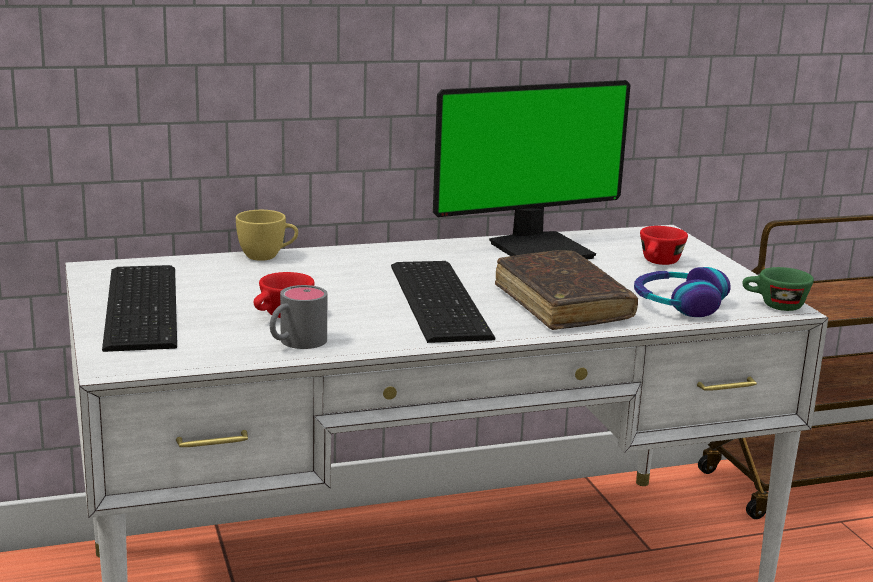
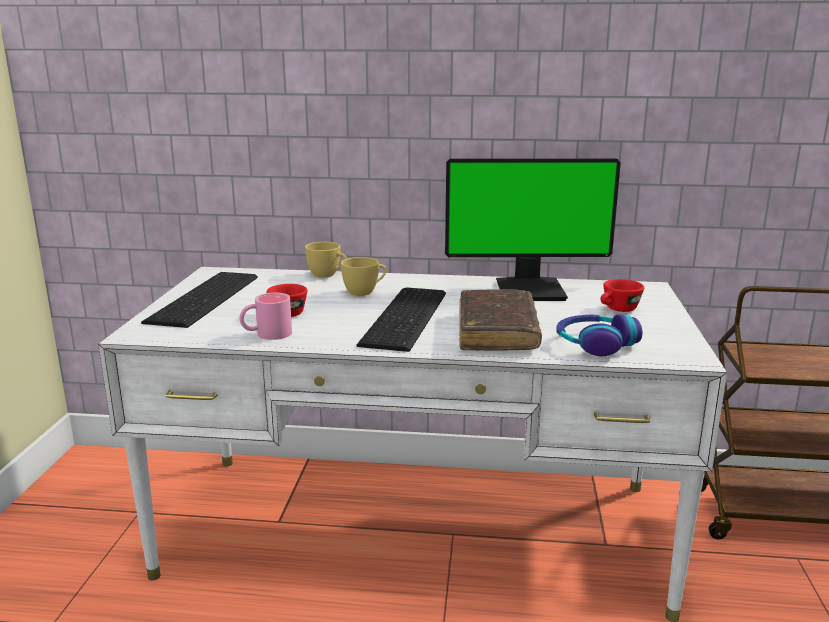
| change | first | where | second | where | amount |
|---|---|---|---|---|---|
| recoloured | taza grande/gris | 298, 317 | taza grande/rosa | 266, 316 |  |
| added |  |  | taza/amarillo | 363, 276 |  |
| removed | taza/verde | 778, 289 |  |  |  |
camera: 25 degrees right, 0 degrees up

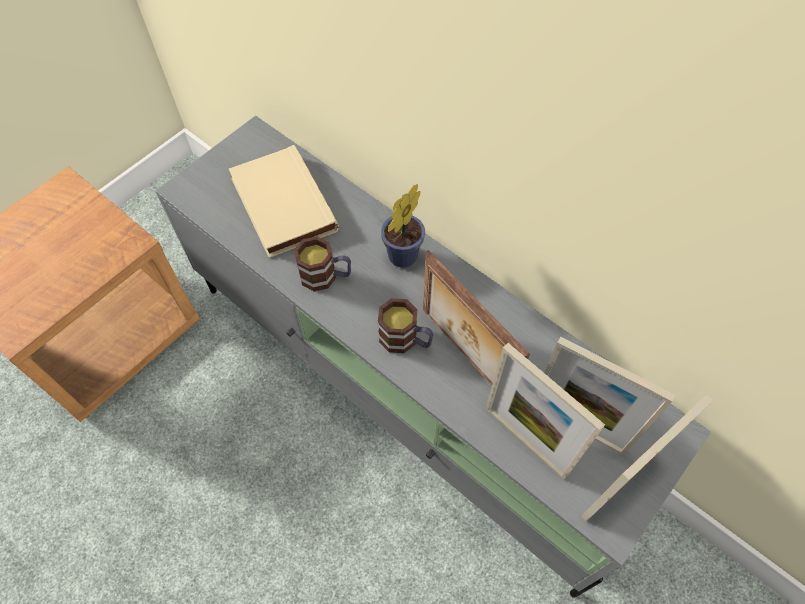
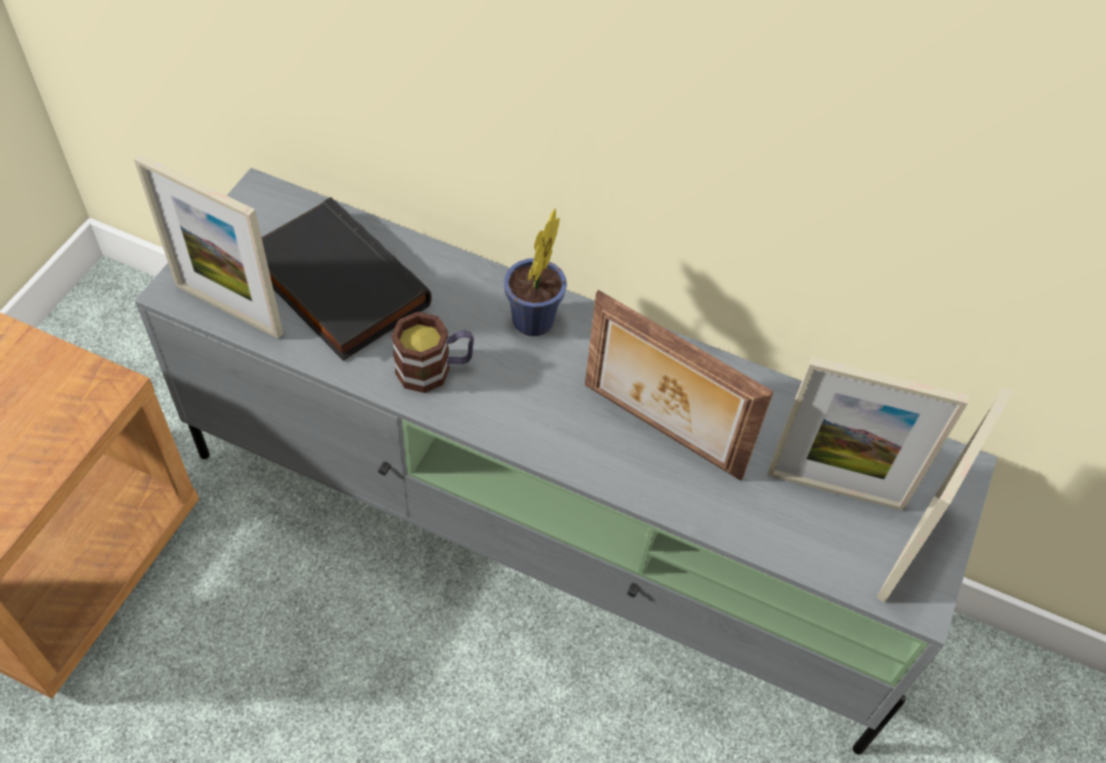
| change | first | where | second | where | amount |
|---|---|---|---|---|---|
| moved | portarretratos | 545, 411 |  | 208, 246 |  |
| recoloured | libro/beis | 284, 201 | libro/negro | 346, 279 |  |
| removed | taza grande | 406, 325 |  |  |  |
camera: 20 degrees left, 5 degrees down

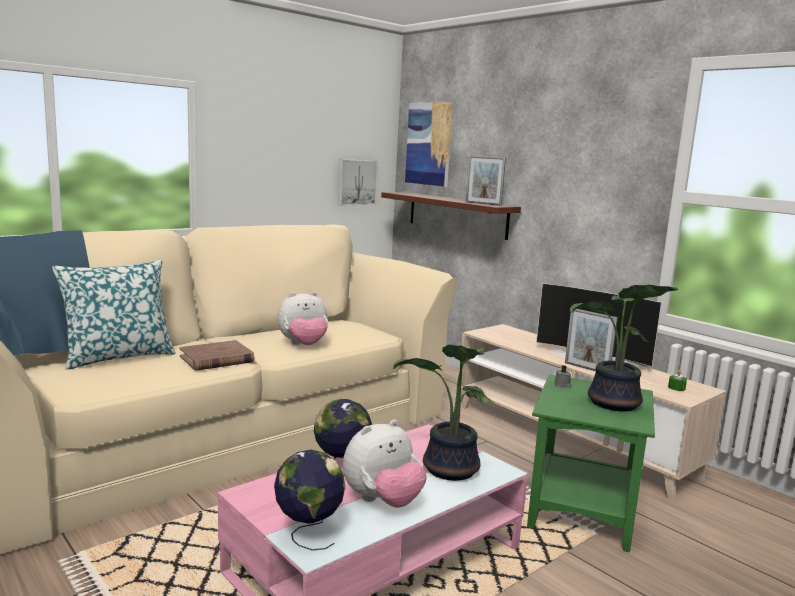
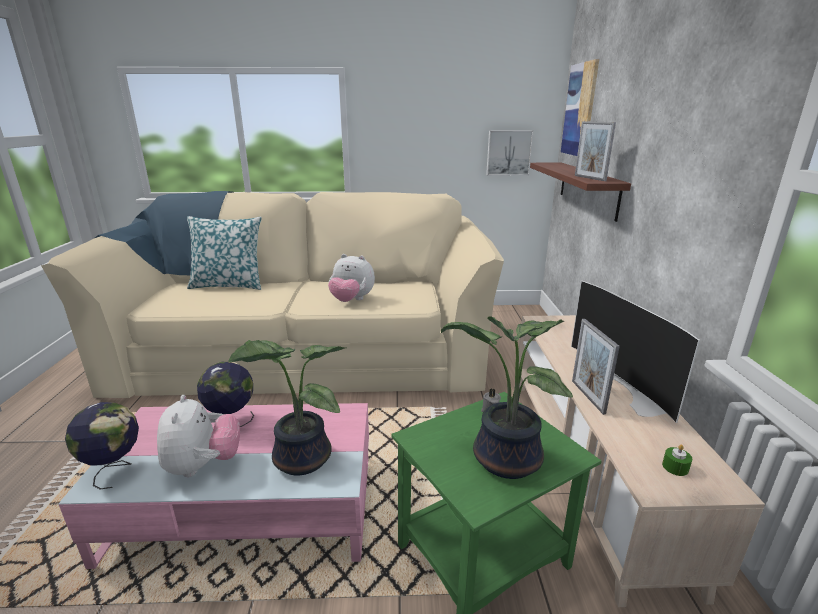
| change | first | where | second | where | amount |
|---|---|---|---|---|---|
| turned | peluche | 385, 463 |  | 198, 436 | 105 degrees counterclockwise |
| removed | libro/marrón | 216, 355 |  |  |  |
camera: 40 degrees right, 10 degrees up

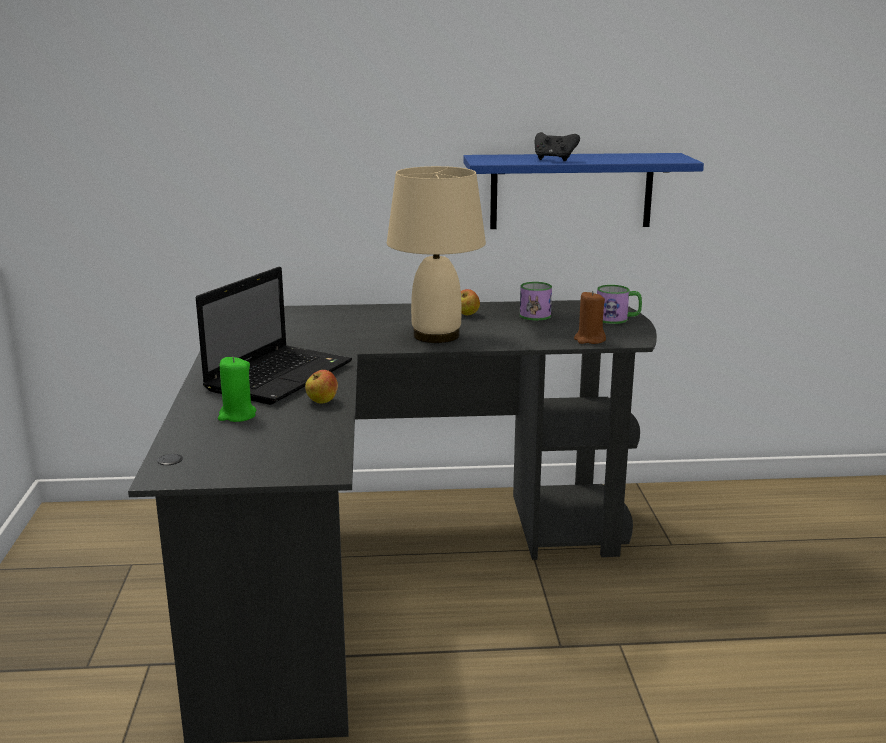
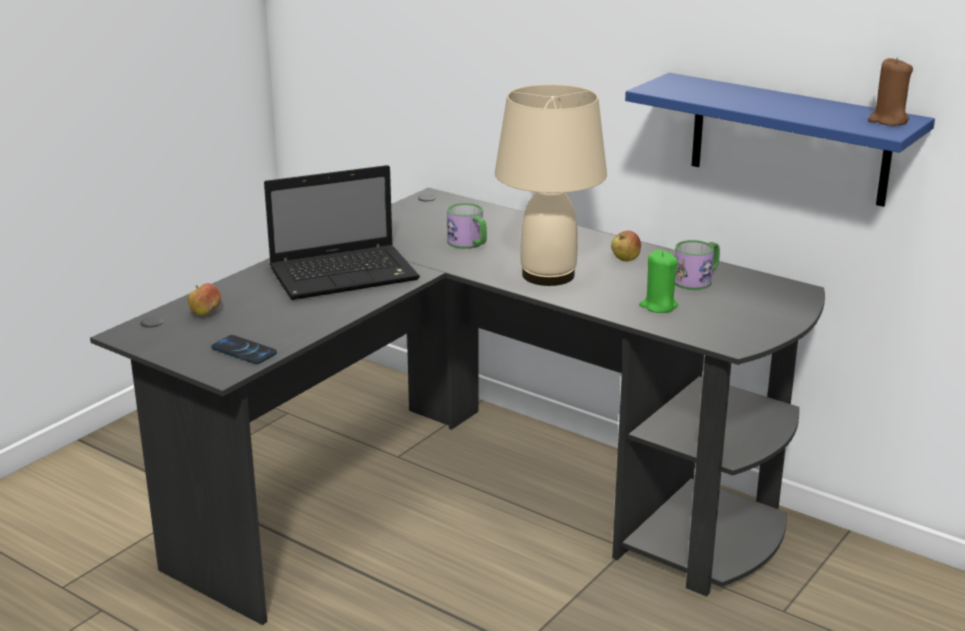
| change | first | where | second | where | amount |
|---|---|---|---|---|---|
| moved | manzana | 321, 386 |  | 204, 299 |  |
| added |  |  | móvil | 244, 349 |  |
| moved | taza grande | 619, 304 |  | 467, 226 |  |
| moved | vela/verde | 237, 389 |  | 658, 281 |  |
| moved | vela/marrón | 590, 317 |  | 890, 91 |  |
| removed | mando de consola/negro | 557, 146 |  |  |  |
camera: 40 degrees right, 5 degrees up

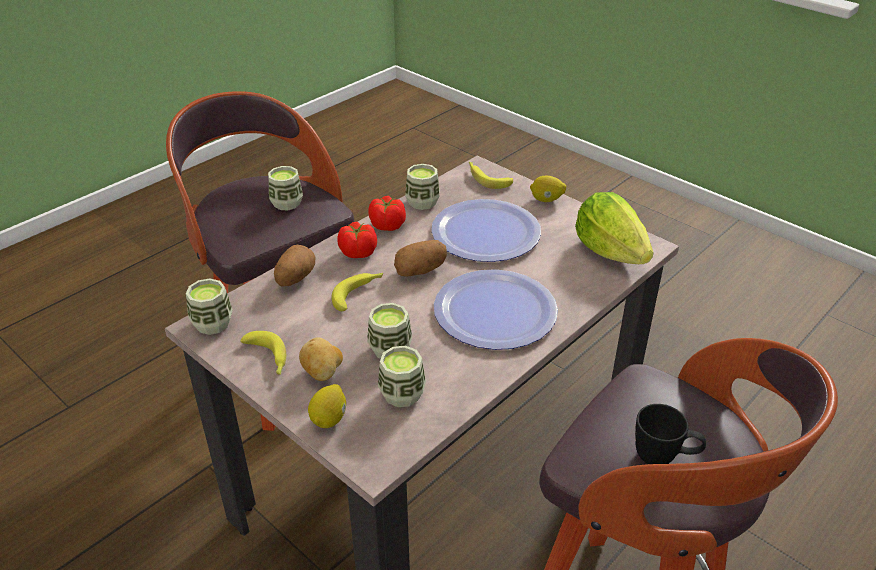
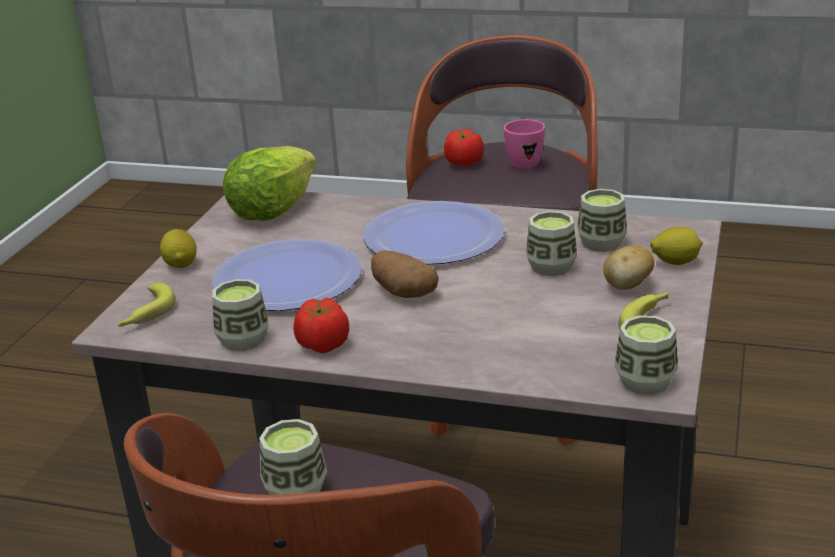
| change | first | where | second | where | amount |
|---|---|---|---|---|---|
| moved | tomate | 357, 240 |  | 464, 148 |  |
| recoloured | taza grande/negro | 670, 434 | taza grande/rosa | 524, 144 |  |
| removed | patata | 294, 266 |  |  |  |
| removed | plátano | 357, 292 |  |  |  |
camera: 115 degrees left, 10 degrees down

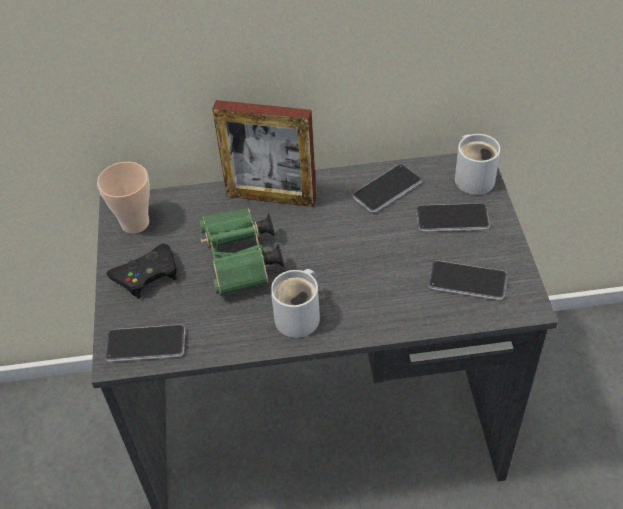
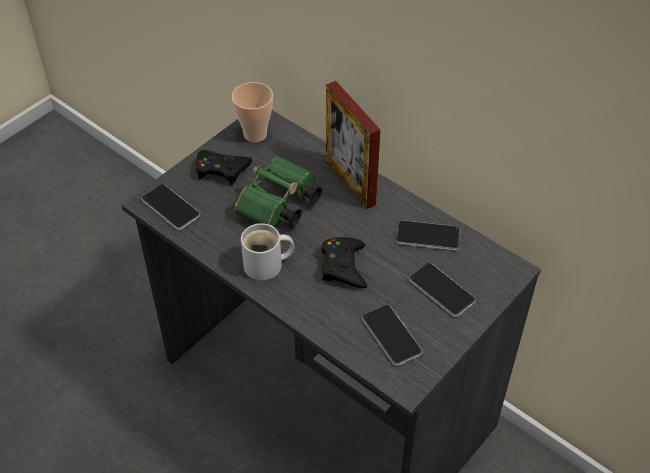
| change | first | where | second | where | amount |
|---|---|---|---|---|---|
| added |  |  | mando de consola/negro | 344, 262 |  |
| removed | taza grande/blanco | 478, 164 |  |  |  |
camera: 45 degrees right, 0 degrees up

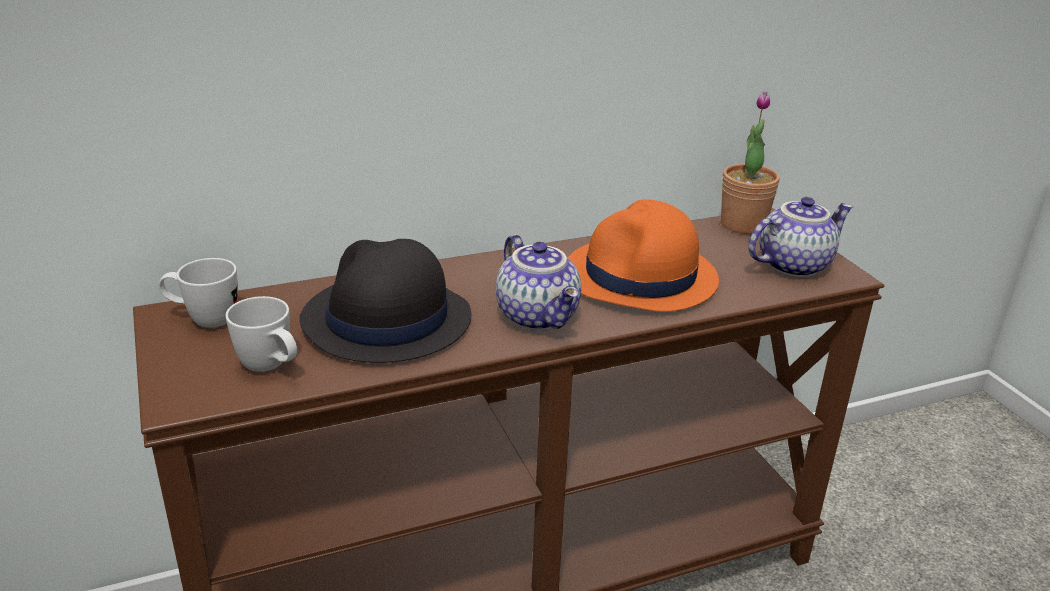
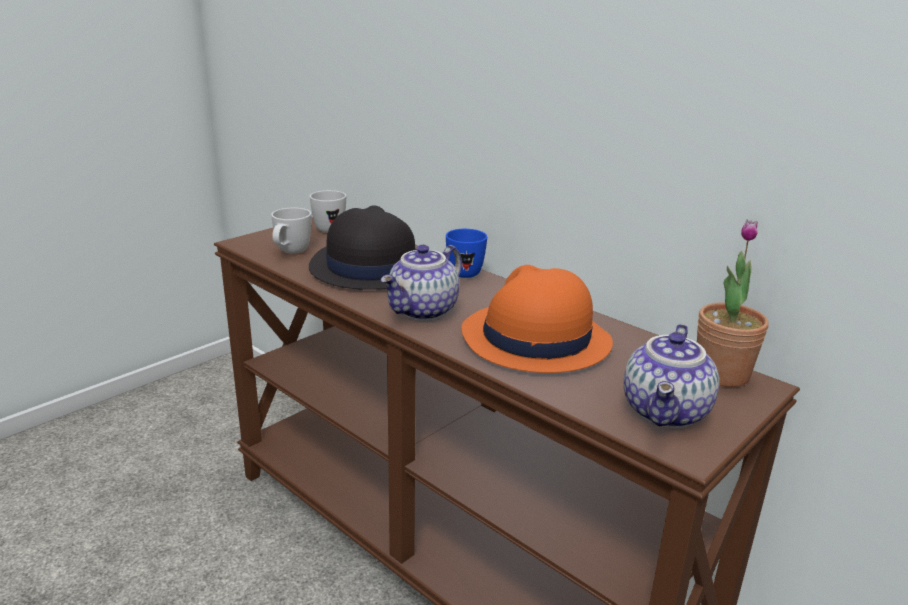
| change | first | where | second | where | amount |
|---|---|---|---|---|---|
| added |  |  | taza grande/azul | 466, 253 |  |
| turned | tetera | 800, 237 |  | 671, 376 | 75 degrees clockwise |
camera: 65 degrees right, 5 degrees down

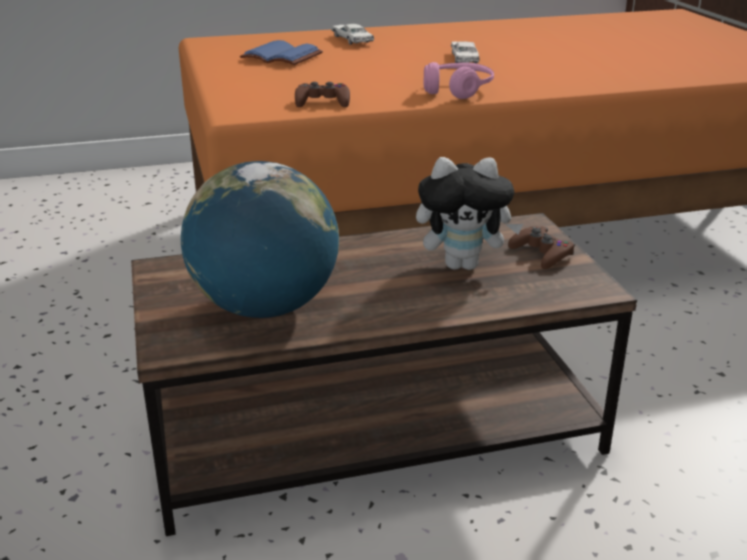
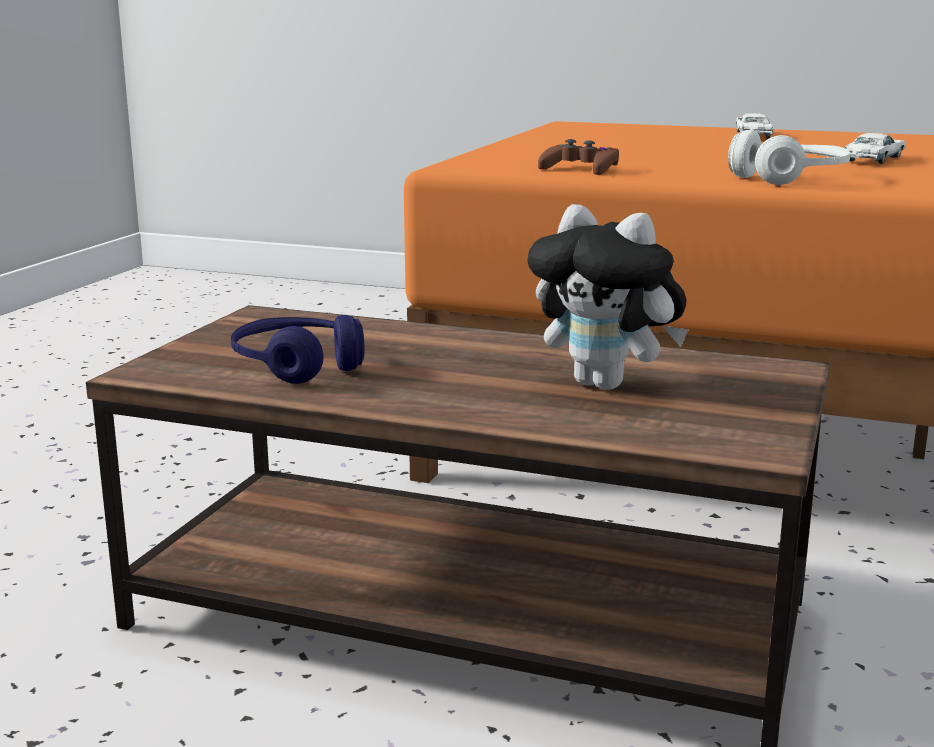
| change | first | where | second | where | amount |
|---|---|---|---|---|---|
| replaced | globo terráqueo | 260, 239 | auriculares/azul | 298, 349 |  |
| recoloured | auriculares/rosa | 459, 80 | auriculares/blanco | 789, 157 |  |
| removed | libro/azul | 281, 52 |  |  |  |
| removed | mando de consola/marrón | 541, 247 |  |  |  |
camera: 35 degrees right, 10 degrees down

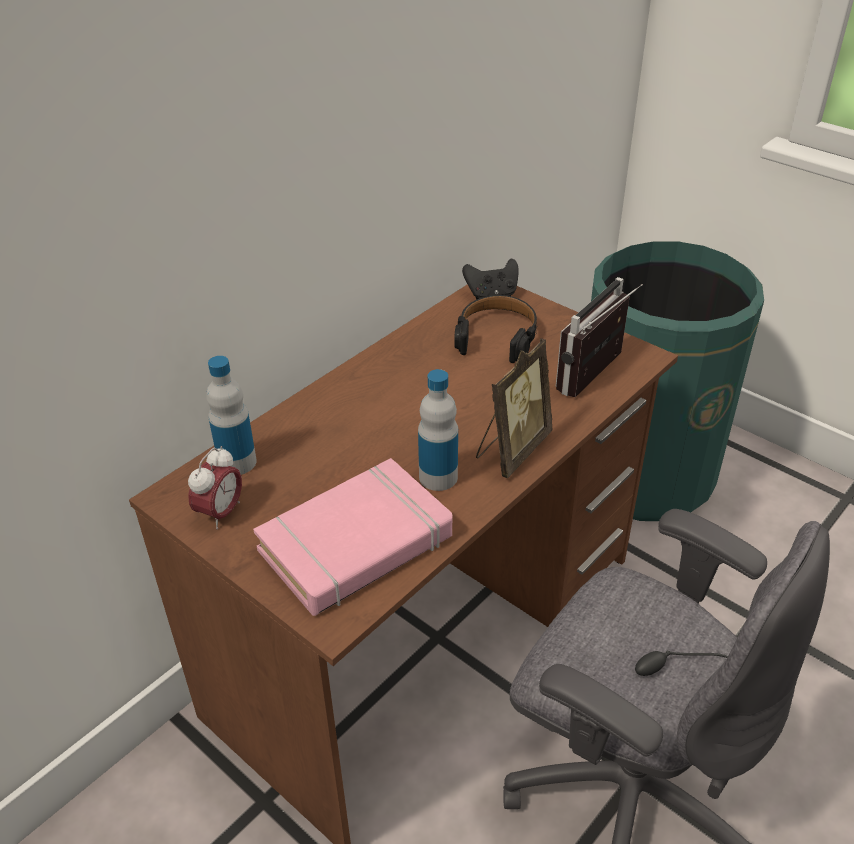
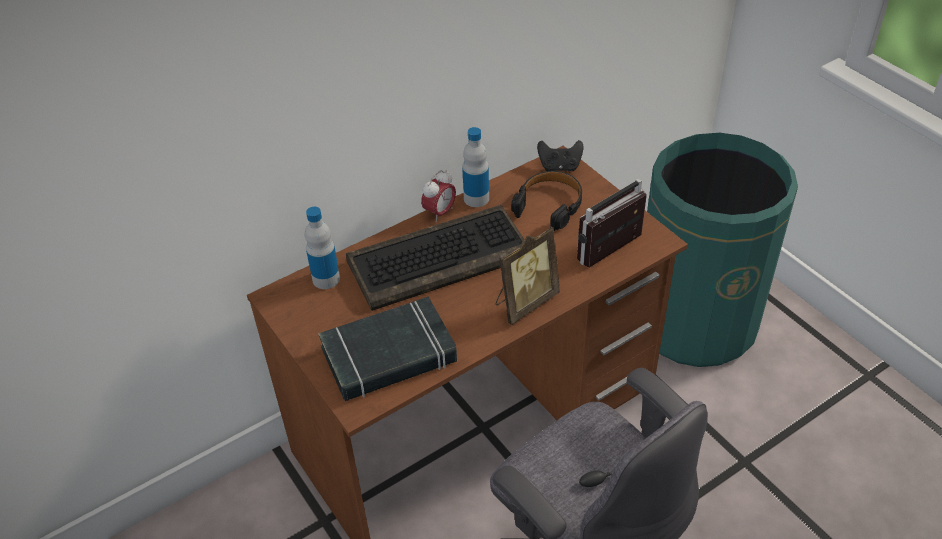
| change | first | where | second | where | amount |
|---|---|---|---|---|---|
| recoloured | libro/rosa | 352, 537 | libro/negro | 387, 349 |  |
| added |  |  | teclado | 435, 258 |  |
| moved | despertador | 215, 487 |  | 438, 196 |  |
| moved | botella | 438, 430 |  | 475, 167 |  |
camera: 15 degrees right, 5 degrees up

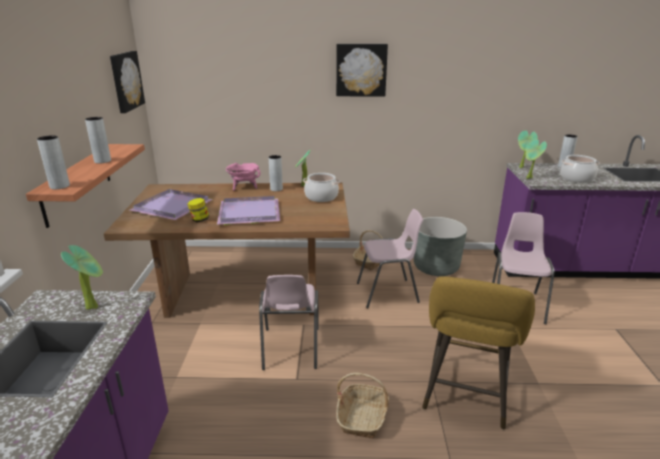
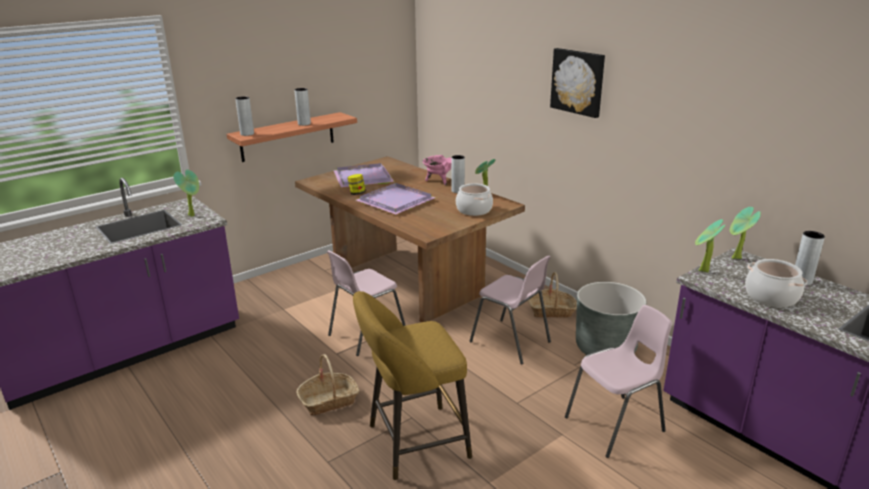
| change | first | where | second | where | amount |
|---|---|---|---|---|---|
| removed | cuadro | 127, 82 |  |  |  |
camera: 50 degrees right, 0 degrees up

